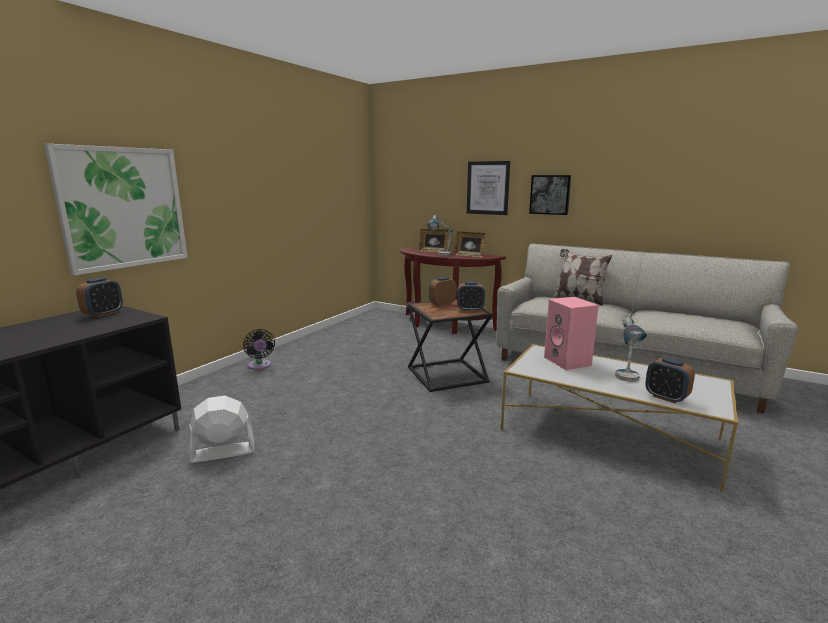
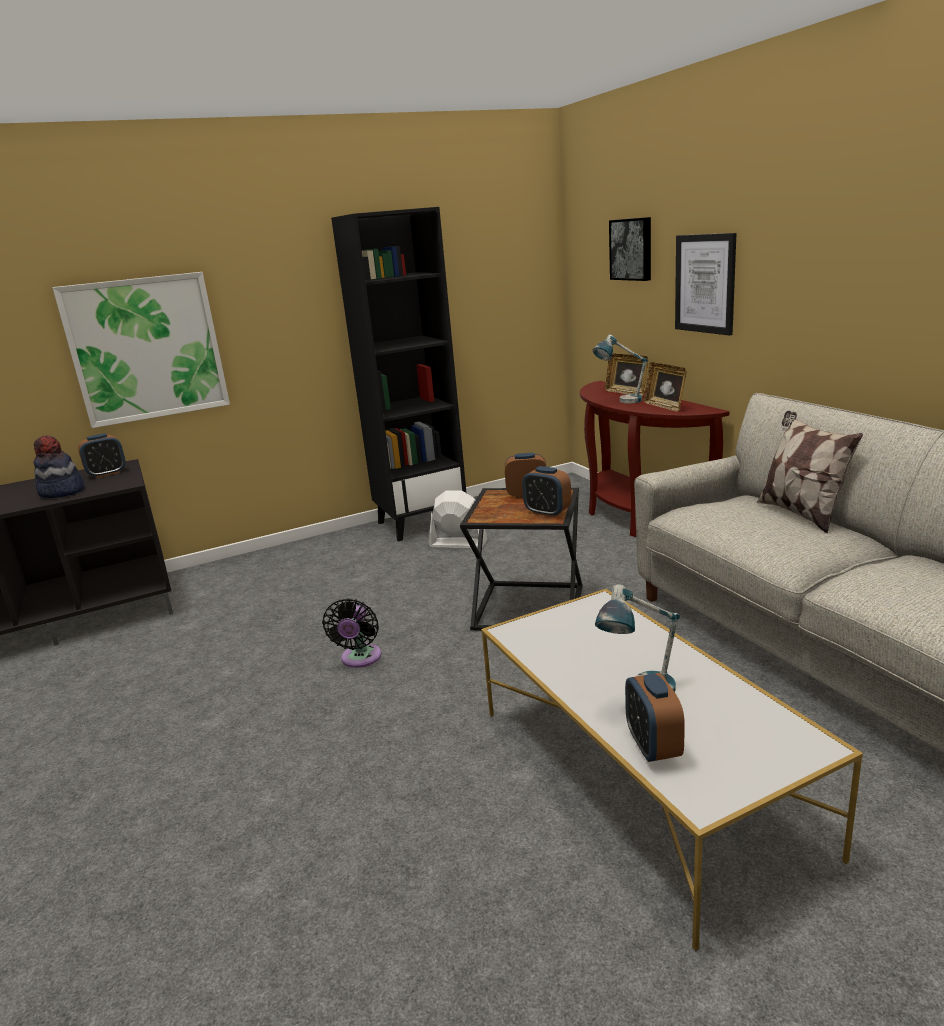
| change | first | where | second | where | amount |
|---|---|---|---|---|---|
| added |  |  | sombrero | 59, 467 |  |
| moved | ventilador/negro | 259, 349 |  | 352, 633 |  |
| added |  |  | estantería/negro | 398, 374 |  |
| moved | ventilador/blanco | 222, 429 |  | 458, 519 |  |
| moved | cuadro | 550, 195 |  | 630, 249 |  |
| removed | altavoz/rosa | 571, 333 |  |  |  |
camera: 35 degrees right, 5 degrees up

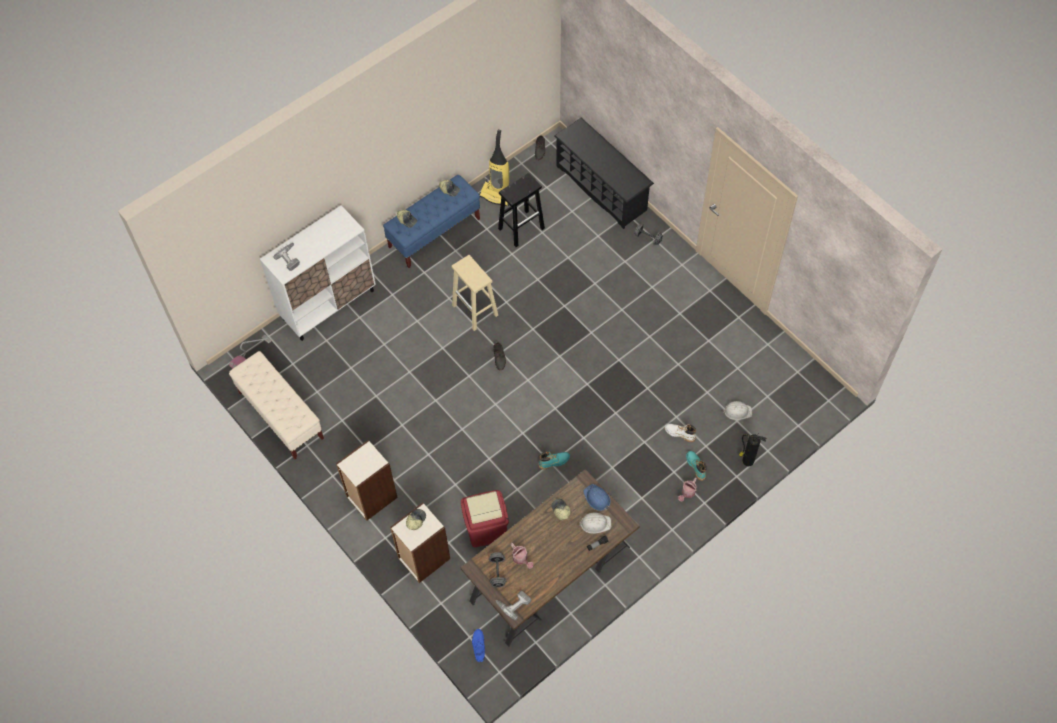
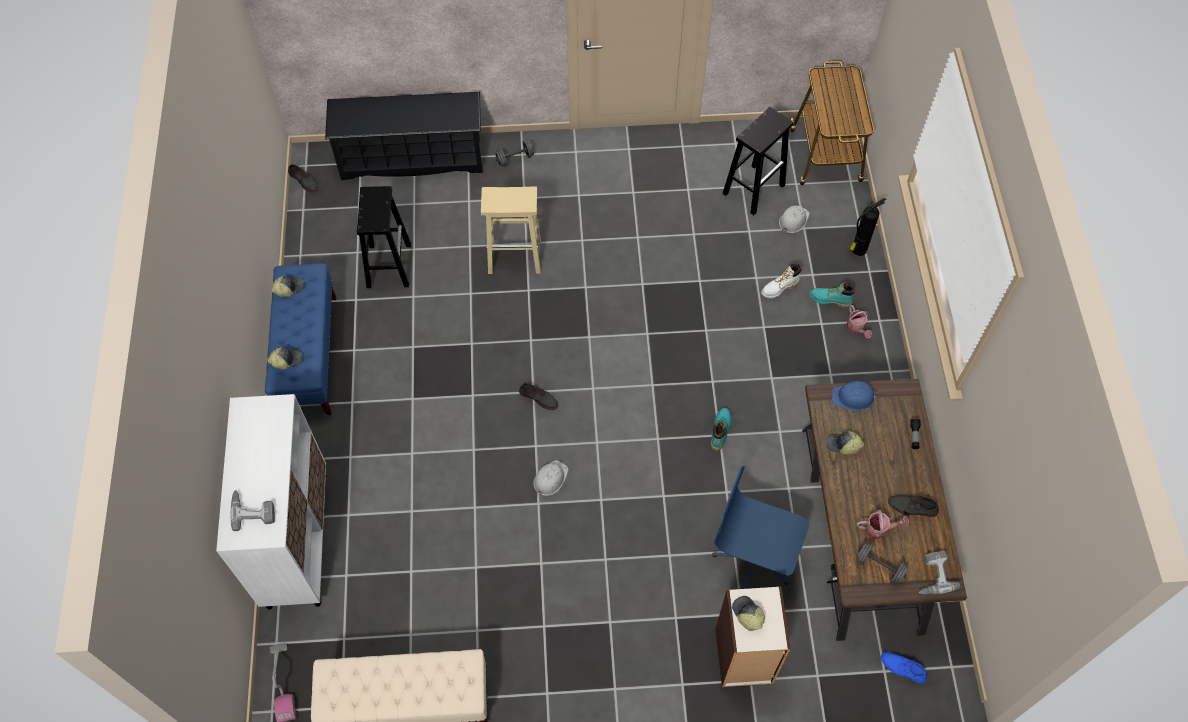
| change | first | where | second | where | amount |
|---|---|---|---|---|---|
| moved | taburete/beis | 474, 293 |  | 511, 230 |  |
| moved | casco/blanco | 595, 523 |  | 551, 478 |  |
| replaced | papelera/rojo | 485, 518 | silla de oficina/azul | 761, 527 |  |
| added |  |  | taburete/negro | 758, 161 |  |
| added |  |  | carrito | 832, 123 |  |
| added |  |  | zapato/gris | 913, 506 |  |
| removed | estantería | 367, 480 |  |  |  |
| removed | aspiradora | 494, 168 |  |  |  |
camera: 55 degrees left, 0 degrees up

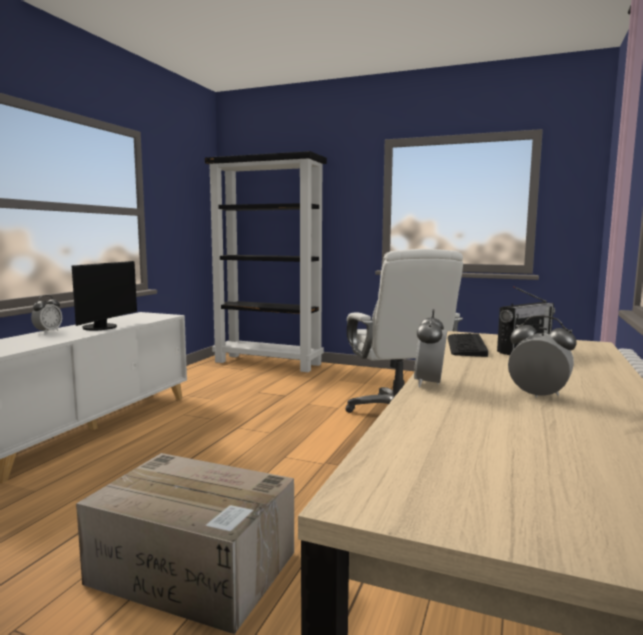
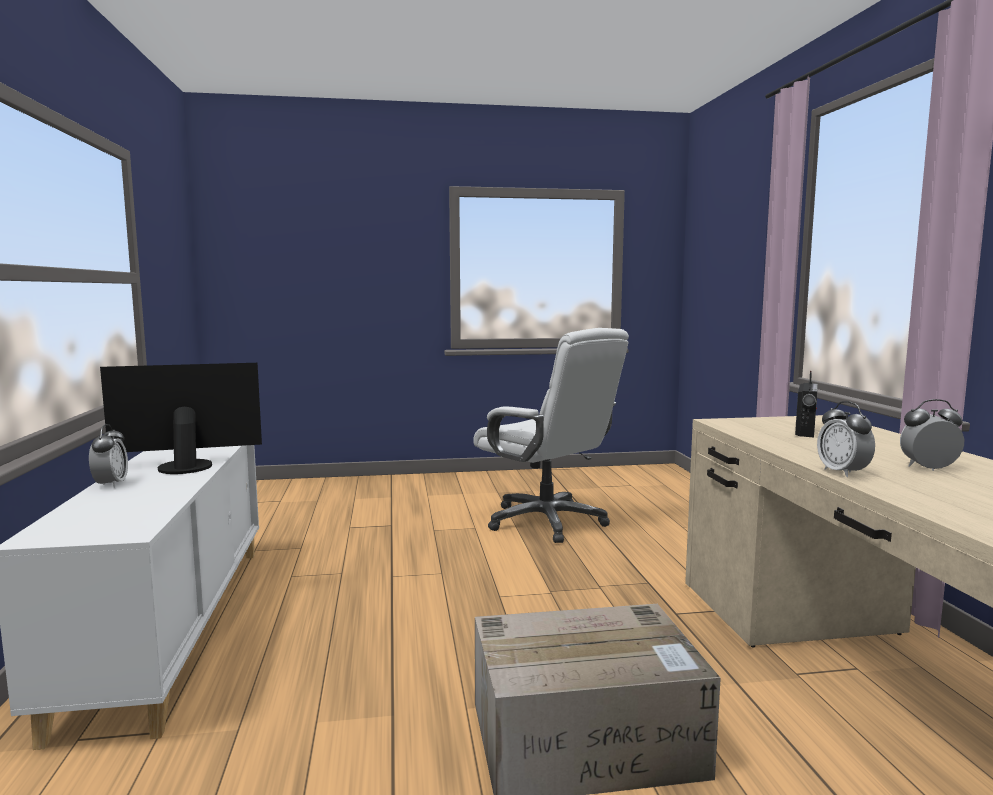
| change | first | where | second | where | amount |
|---|---|---|---|---|---|
| turned | monitor | 104, 295 |  | 181, 418 | 90 degrees counterclockwise |
| removed | estantería/negro | 266, 261 |  |  |  |
| removed | teclado | 468, 345 |  |  |  |
camera: 30 degrees left, 0 degrees up

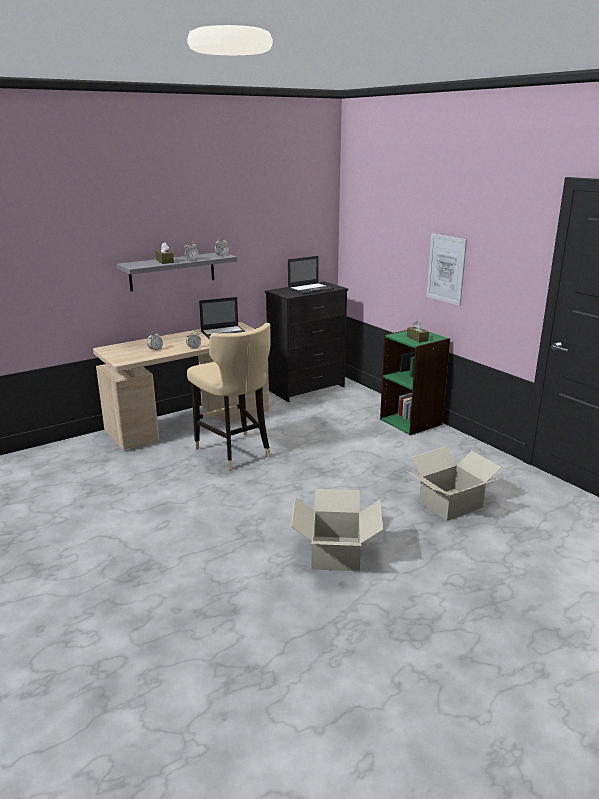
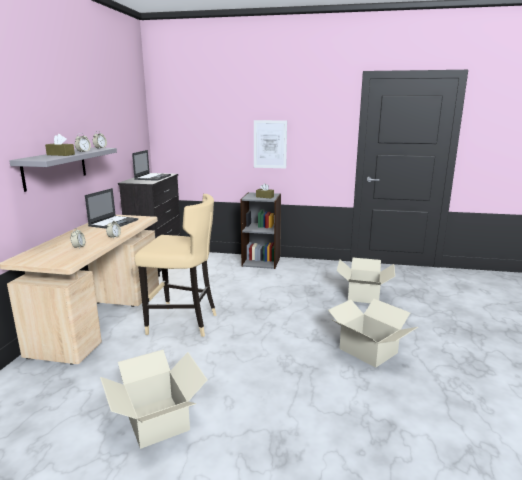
| change | first | where | second | where | amount |
|---|---|---|---|---|---|
| added |  |  | caja de cartón | 153, 399 |  |
| recoloured | estantería/verde | 415, 382 | estantería/gris | 260, 230 |  |
camera: 45 degrees left, 5 degrees down

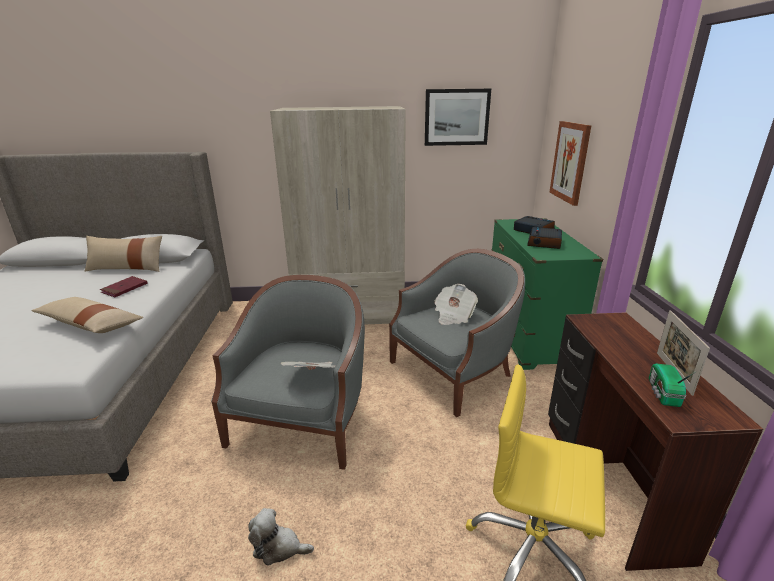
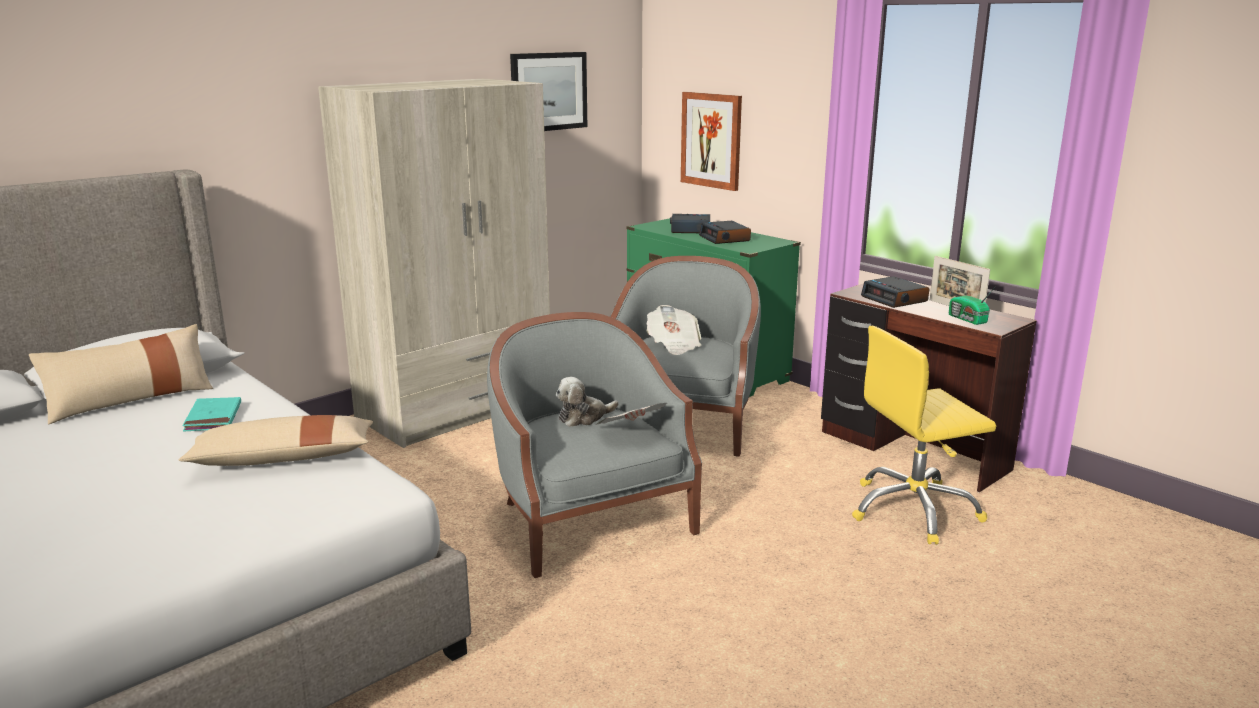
| change | first | where | second | where | amount |
|---|---|---|---|---|---|
| recoloured | libro/rojo | 124, 286 | libro/turquesa | 211, 414 |  |
| moved | peluche | 281, 537 |  | 587, 402 |  |
| added |  |  | despertador | 895, 292 |  |
camera: 40 degrees left, 5 degrees down

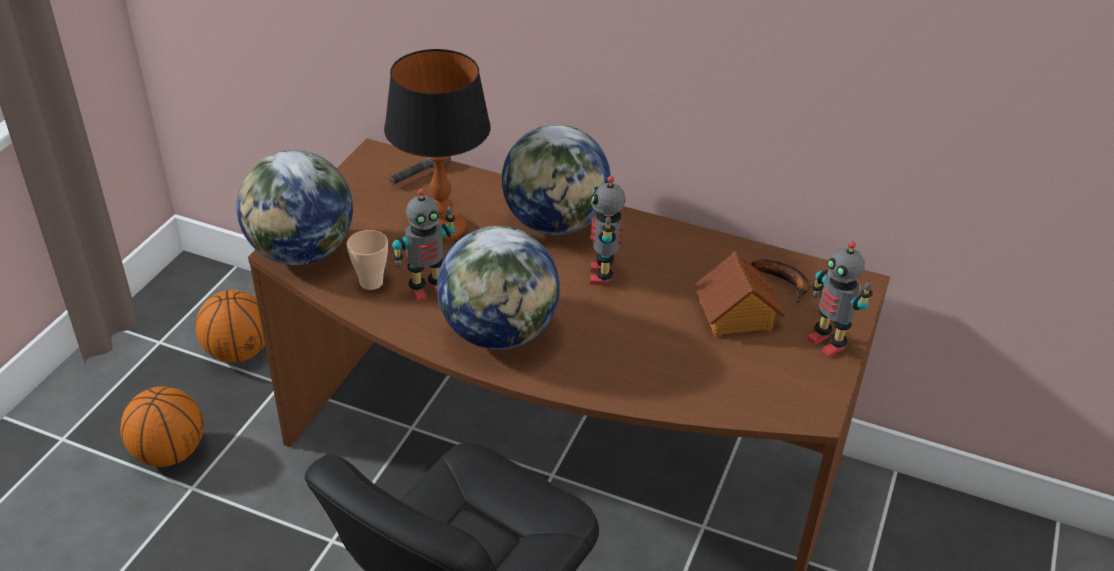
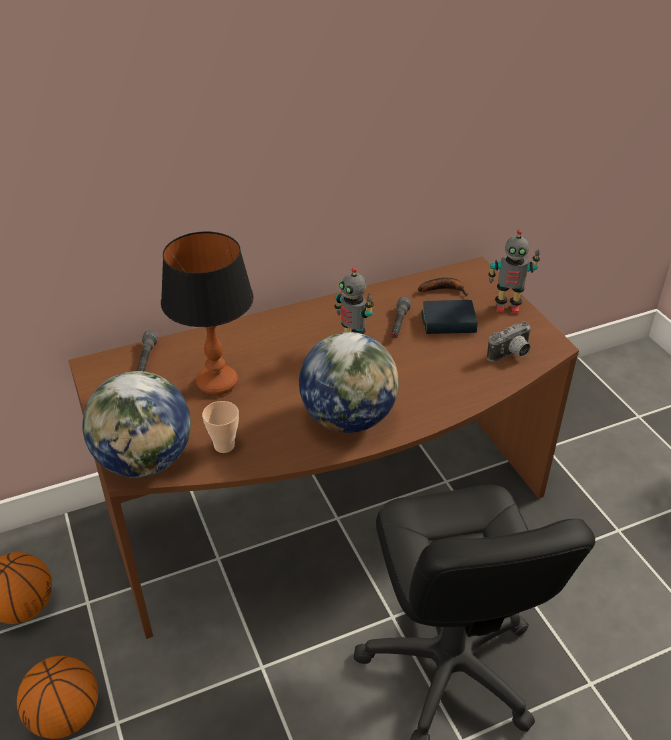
| change | first | where | second | where | amount |
|---|---|---|---|---|---|
| added |  |  | linterna/gris | 401, 317 |  |
| replaced | casita | 739, 294 | libro | 449, 317 |  |
| added |  |  | cámara | 509, 342 |  |
| removed | robot de juguete | 423, 245 |  |  |  |
| removed | globo terráqueo | 556, 179 |  |  |  |
camera: 45 degrees left, 0 degrees up

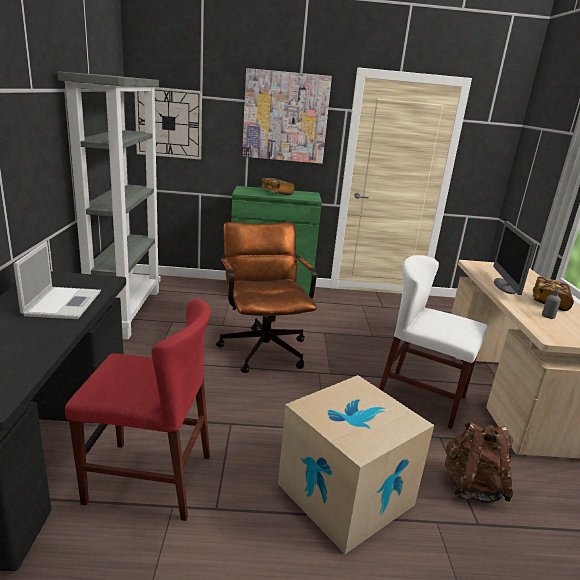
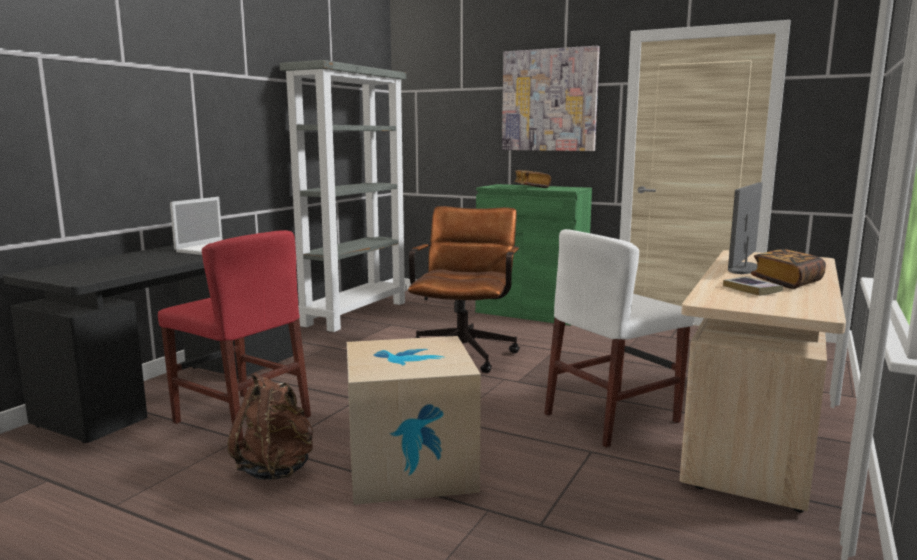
| change | first | where | second | where | amount |
|---|---|---|---|---|---|
| moved | mochila/marrón | 479, 462 |  | 270, 426 |  |
| turned | silla/blanco | 433, 342 |  | 619, 338 | 90 degrees counterclockwise |
| replaced | botella/gris | 551, 302 | libro | 753, 286 |  |
| removed | reloj de pared | 168, 123 |  |  |  |
camera: 30 degrees right, 10 degrees down

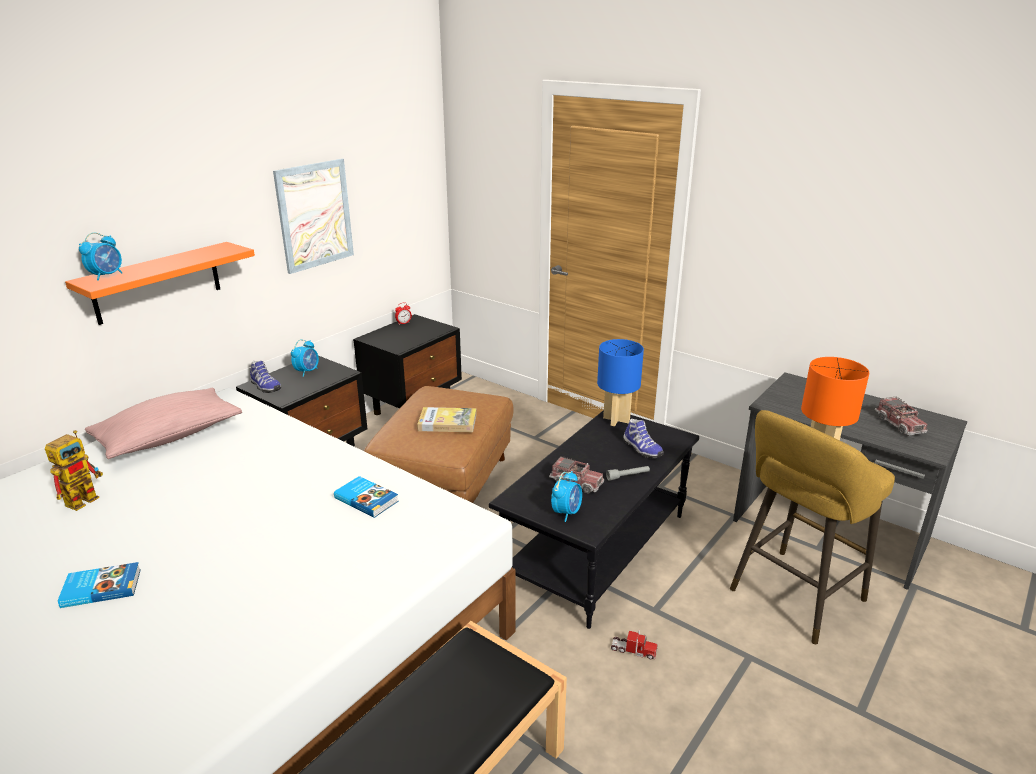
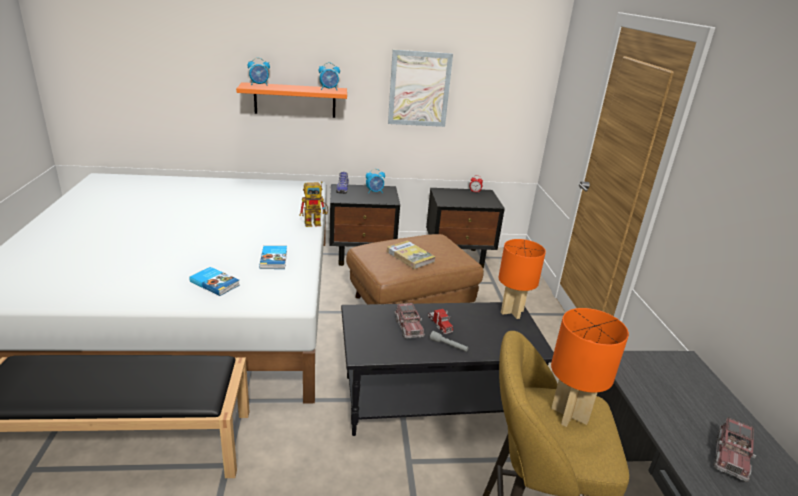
| change | first | where | second | where | amount |
|---|---|---|---|---|---|
| moved | libro | 99, 585 |  | 214, 281 |  |
| moved | robot de juguete | 74, 470 |  | 313, 204 |  |
| moved | despertador | 566, 496 |  | 329, 76 |  |
| moved | camión de juguete | 634, 644 |  | 440, 321 |  |
| recoloured | lámpara de mesa/azul | 620, 382 | lámpara de mesa/naranja | 522, 279 |  |
| removed | cojín/rosa | 163, 423 |  |  |  |
| removed | zapato | 643, 438 |  |  |  |
camera: 45 degrees right, 0 degrees up

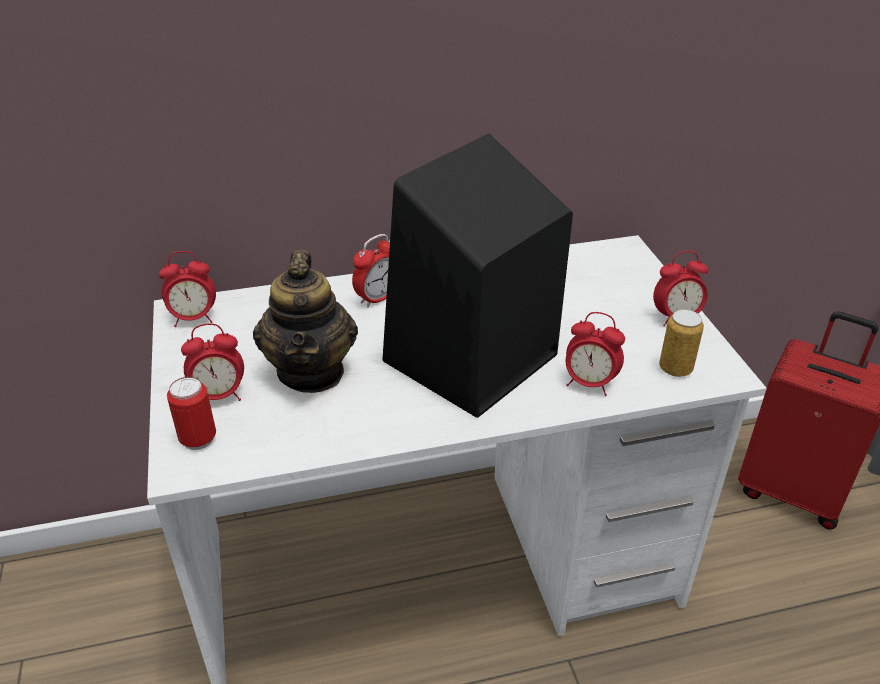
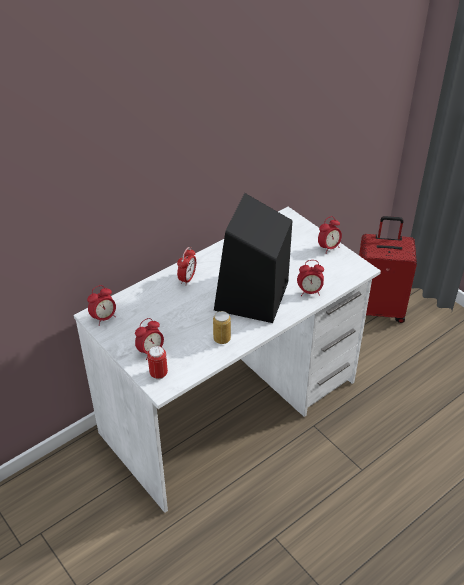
| change | first | where | second | where | amount |
|---|---|---|---|---|---|
| moved | lata | 681, 343 |  | 222, 327 |  |
| removed | tetera | 305, 321 |  |  |  |
camera: 25 degrees left, 5 degrees up

